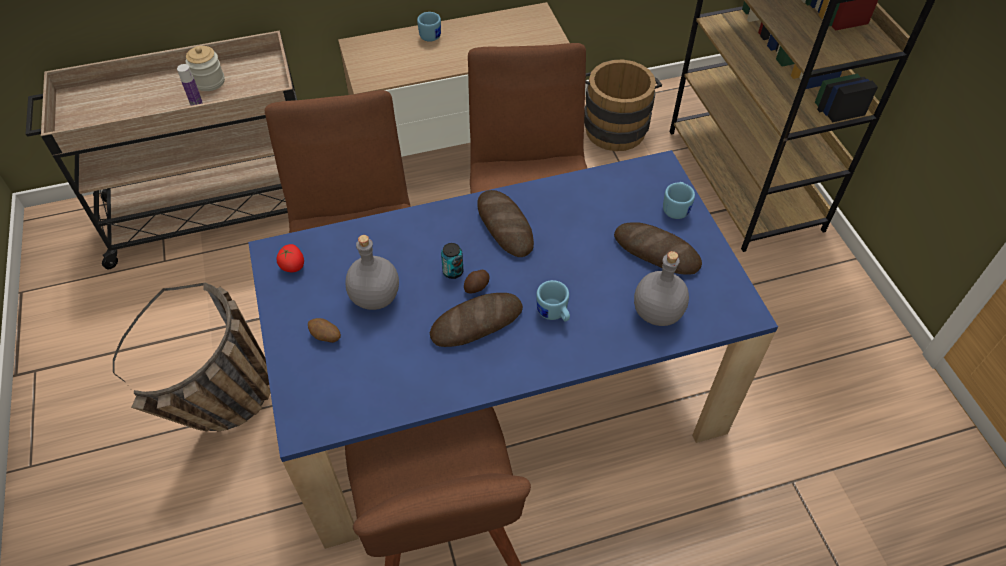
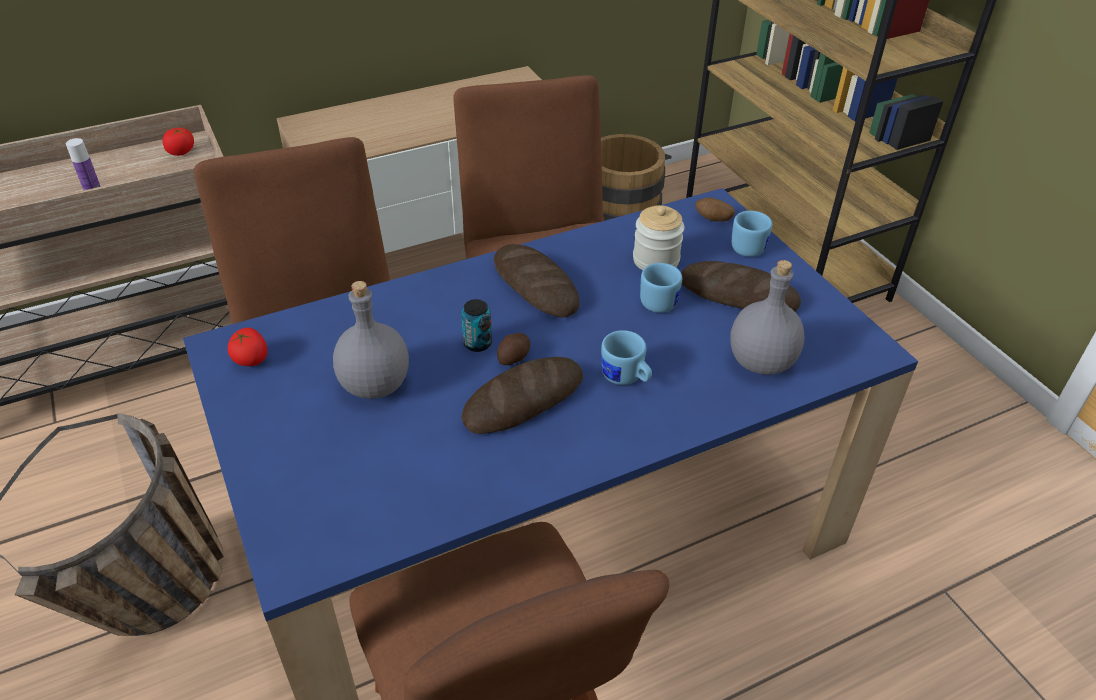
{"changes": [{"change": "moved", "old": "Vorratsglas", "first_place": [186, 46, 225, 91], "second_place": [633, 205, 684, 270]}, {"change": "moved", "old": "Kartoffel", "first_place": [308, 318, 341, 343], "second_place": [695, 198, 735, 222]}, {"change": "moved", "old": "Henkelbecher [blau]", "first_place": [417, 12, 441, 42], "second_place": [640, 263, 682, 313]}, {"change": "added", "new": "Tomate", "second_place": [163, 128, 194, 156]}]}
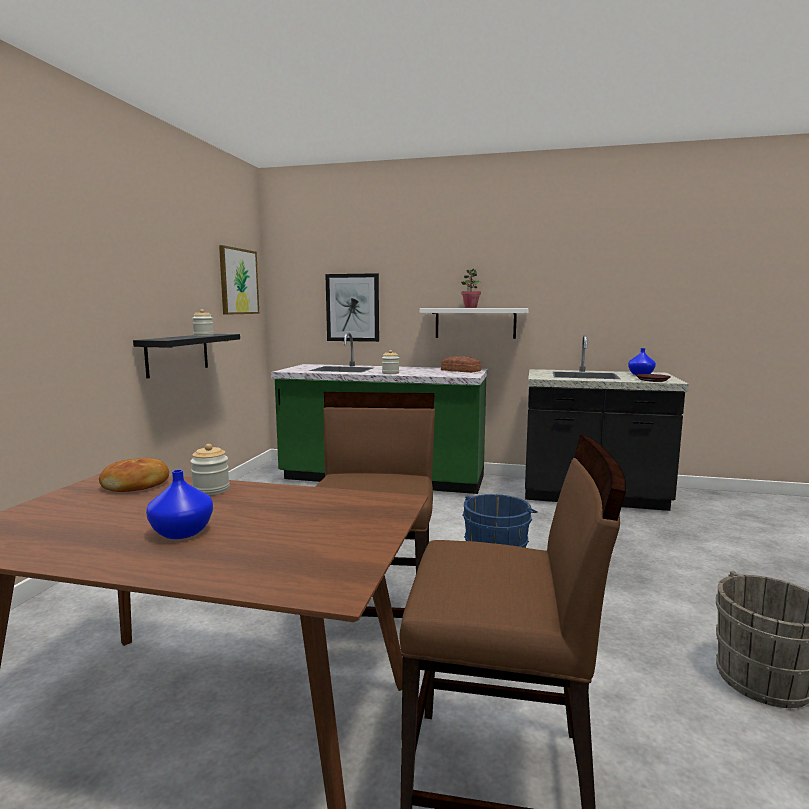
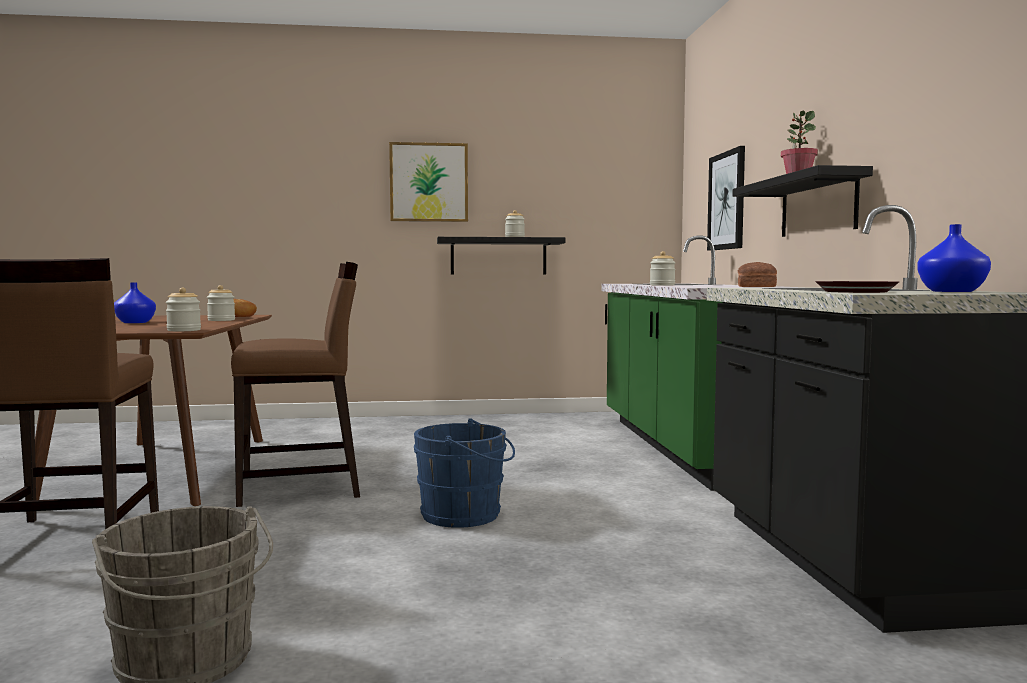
{"changes": [{"change": "moved", "old": "Bild", "first_place": [219, 245, 259, 315], "second_place": [389, 142, 468, 222]}, {"change": "recoloured", "old": "Wandregal [weiß]", "new": "Wandregal [schwarz]", "first_place": [420, 308, 529, 339], "second_place": [733, 165, 873, 237]}, {"change": "added", "new": "Vorratsglas", "second_place": [166, 288, 201, 331]}]}
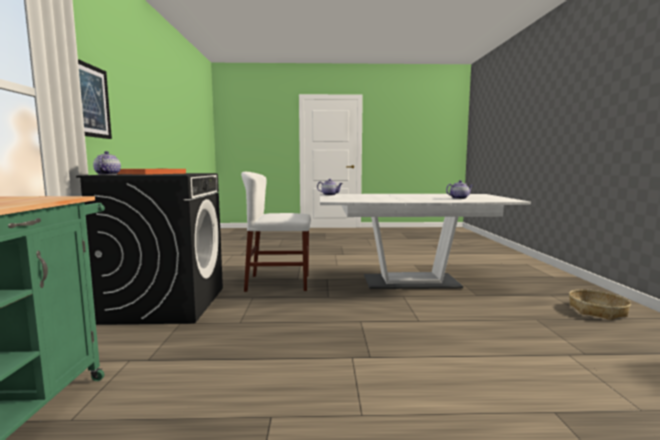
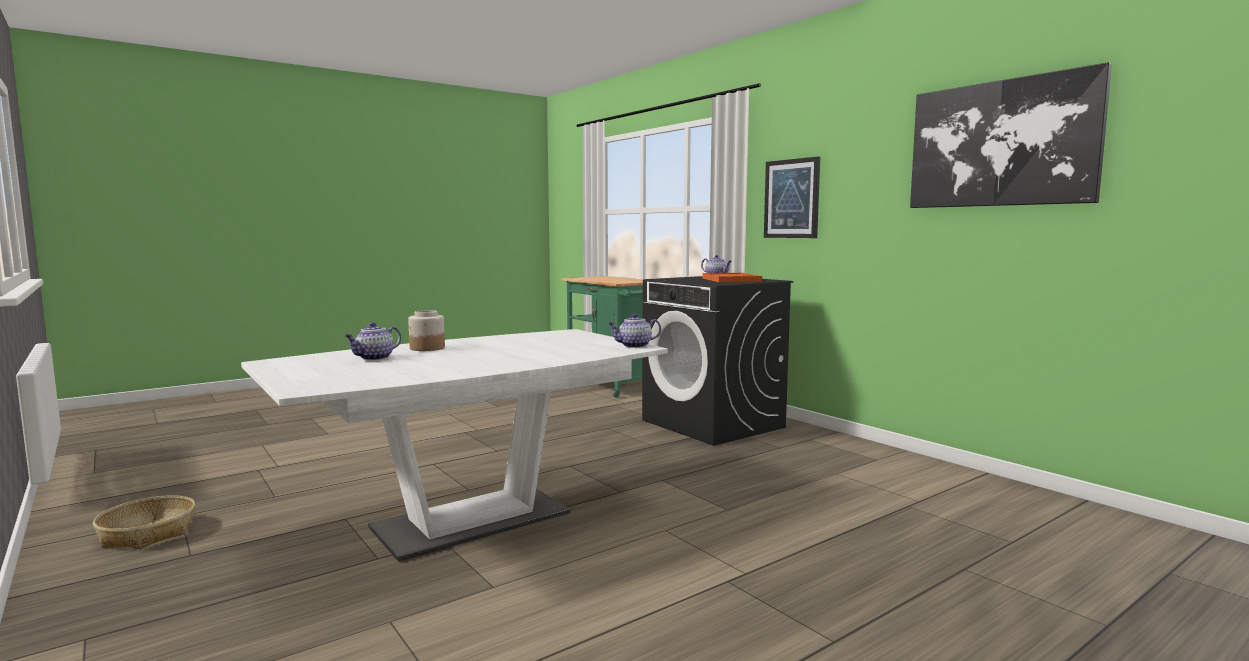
{"changes": [{"change": "removed", "old": "Stuhl [weiß]", "first_place": [241, 172, 311, 292]}, {"change": "added", "new": "Vorratsglas", "second_place": [408, 310, 445, 351]}, {"change": "added", "new": "Bild", "second_place": [910, 62, 1112, 208]}]}
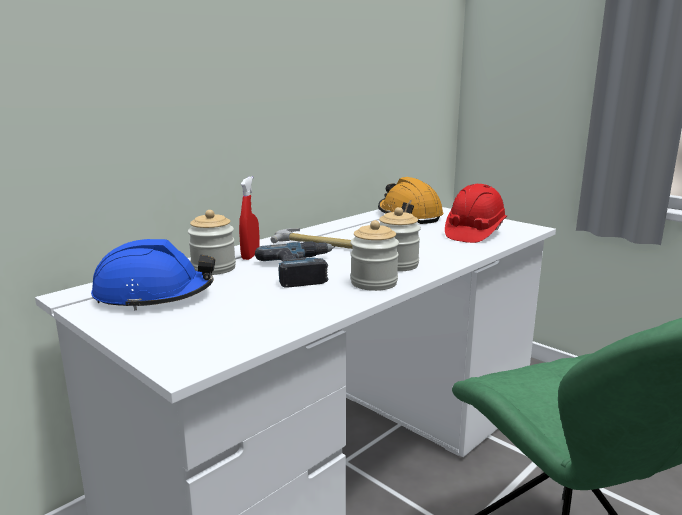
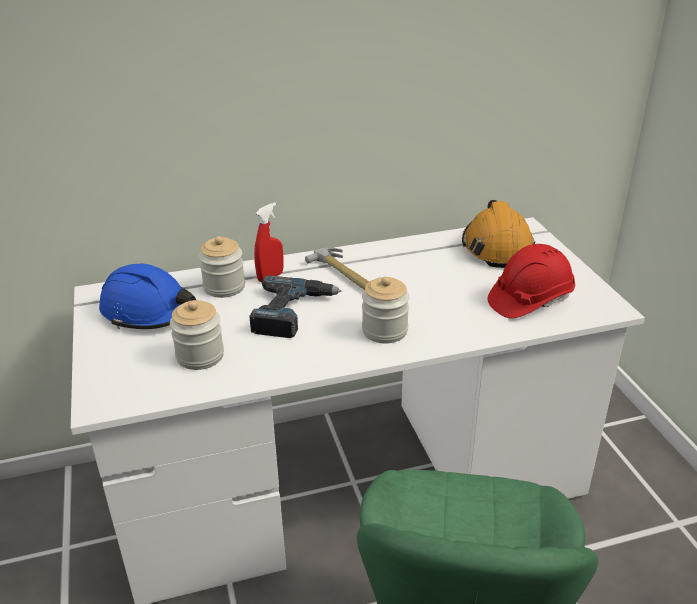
{"changes": [{"change": "moved", "old": "Vorratsglas", "first_place": [350, 220, 399, 291], "second_place": [170, 300, 224, 370]}]}
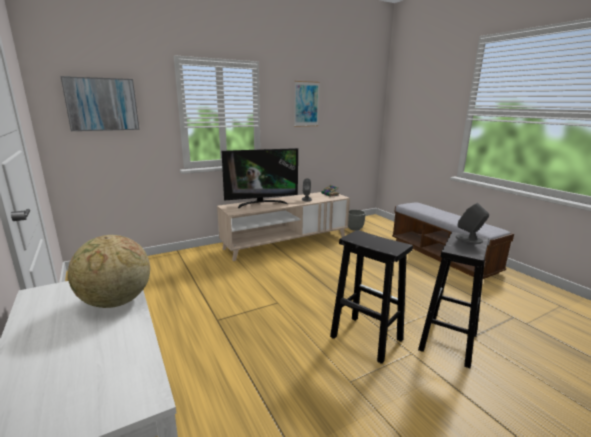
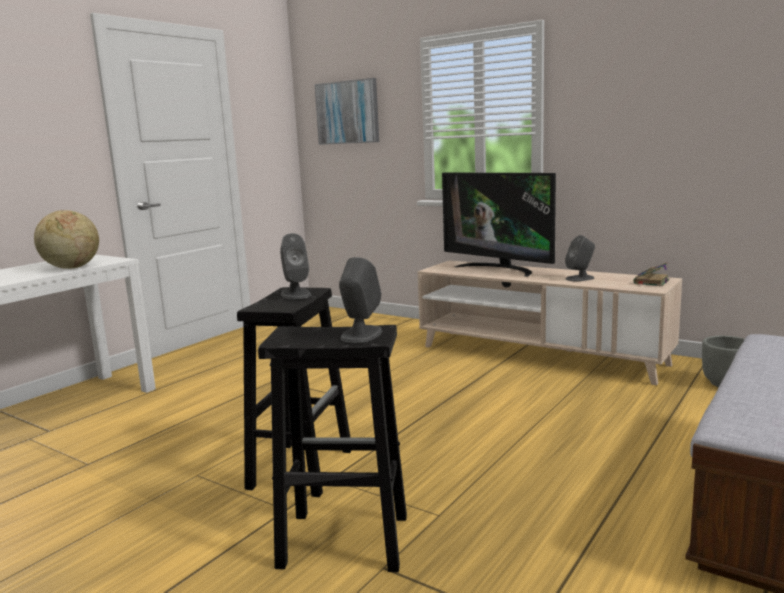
{"changes": [{"change": "removed", "old": "Bild", "first_place": [294, 81, 320, 127]}, {"change": "added", "new": "Lautsprecher [grau]", "second_place": [280, 233, 311, 299]}]}
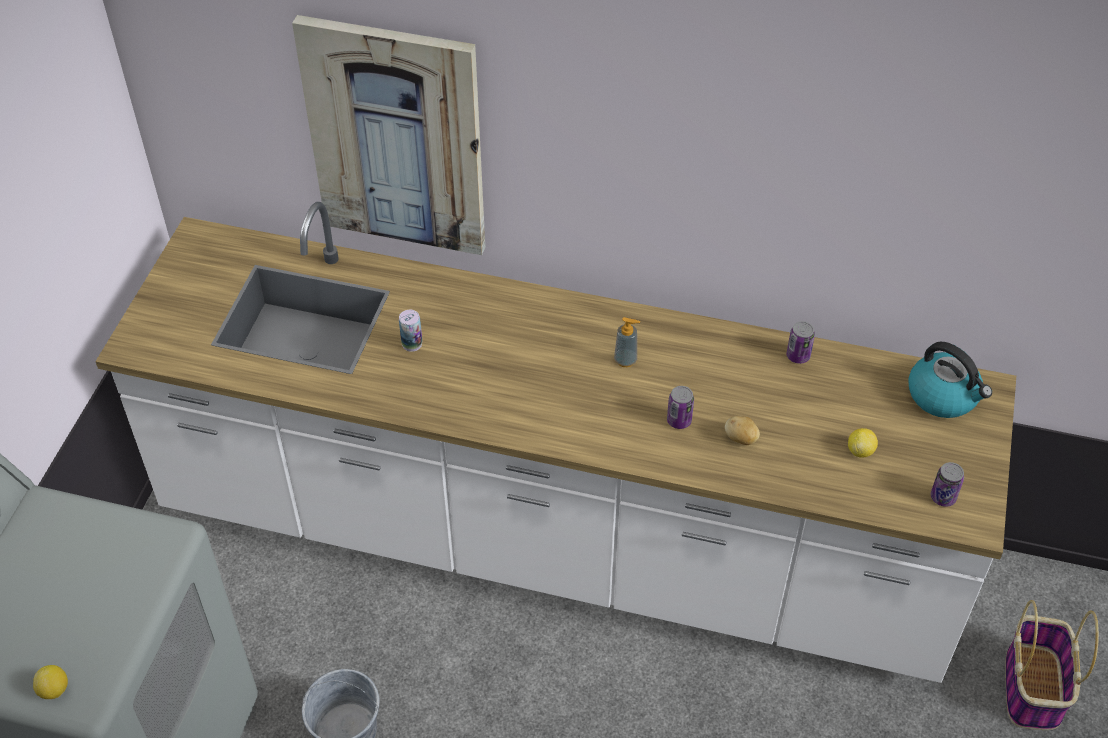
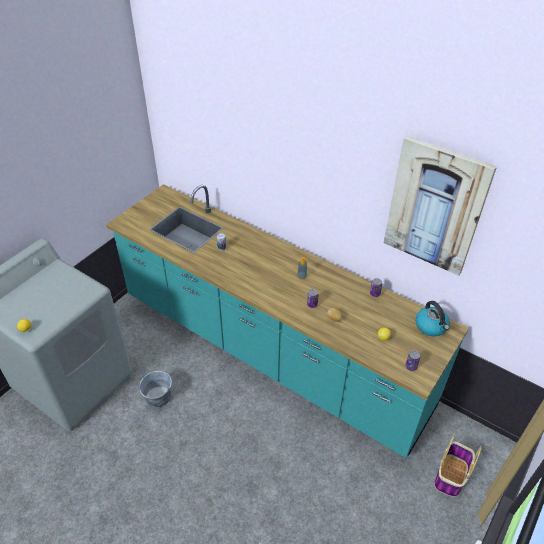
{"changes": [{"change": "recoloured", "old": "Küchenzeile [weiß]", "new": "Küchenzeile [türkis]", "first_place": [95, 202, 1016, 683], "second_place": [106, 184, 469, 458]}, {"change": "moved", "old": "Bild", "first_place": [292, 15, 485, 255], "second_place": [384, 135, 497, 276]}]}
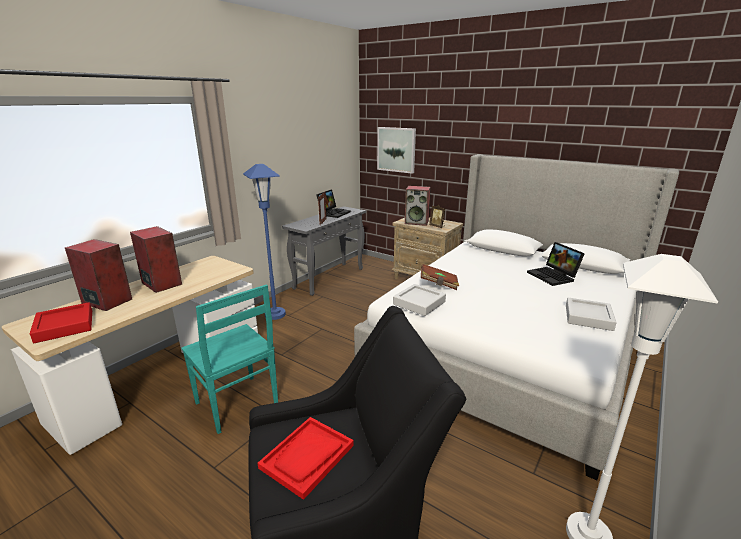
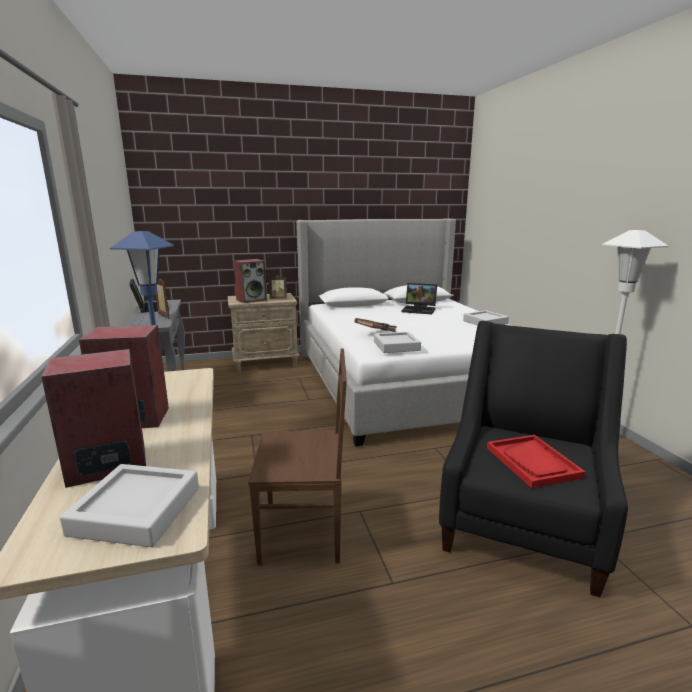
{"changes": [{"change": "recoloured", "old": "Tablett [rot]", "new": "Tablett [grau]", "first_place": [30, 302, 92, 343], "second_place": [60, 464, 199, 547]}, {"change": "recoloured", "old": "Stuhl [türkis]", "new": "Stuhl [braun]", "first_place": [182, 284, 278, 434], "second_place": [248, 349, 347, 565]}, {"change": "removed", "old": "Bild", "first_place": [377, 127, 416, 174]}]}
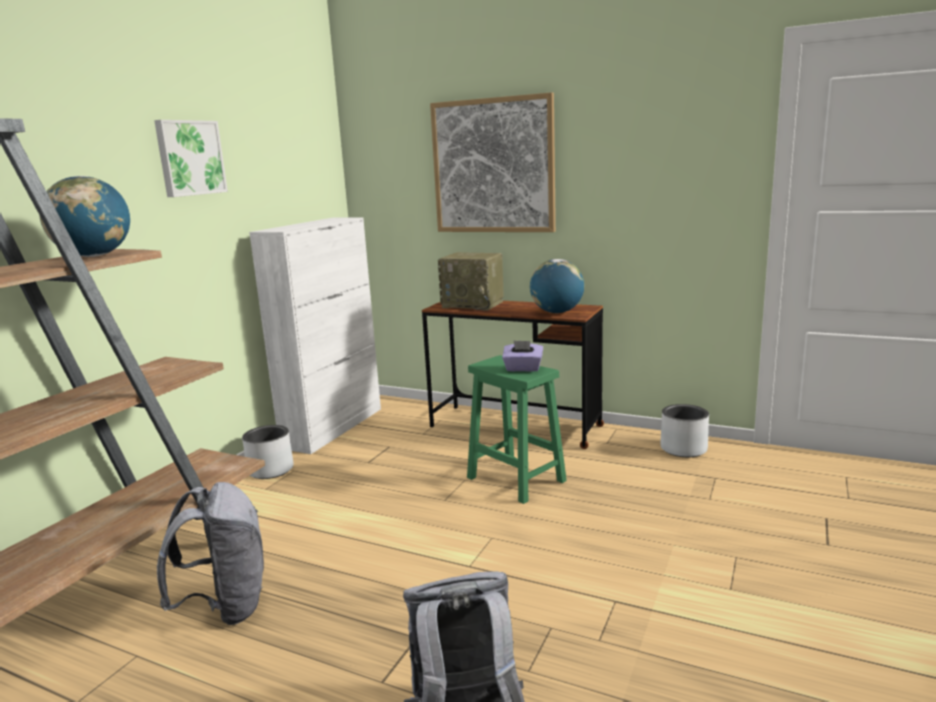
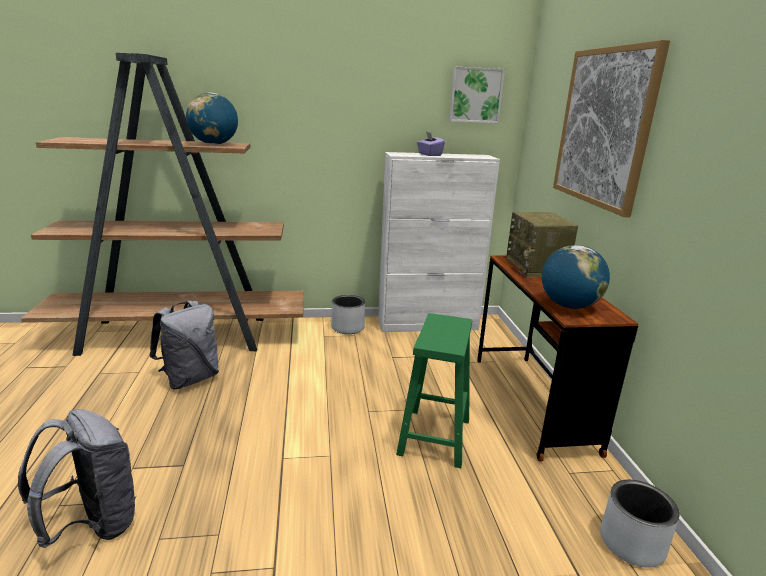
{"changes": [{"change": "moved", "old": "Bild", "first_place": [154, 120, 228, 197], "second_place": [449, 67, 505, 123]}, {"change": "moved", "old": "Taschentuchbox [lila]", "first_place": [502, 340, 543, 372], "second_place": [417, 132, 445, 156]}]}
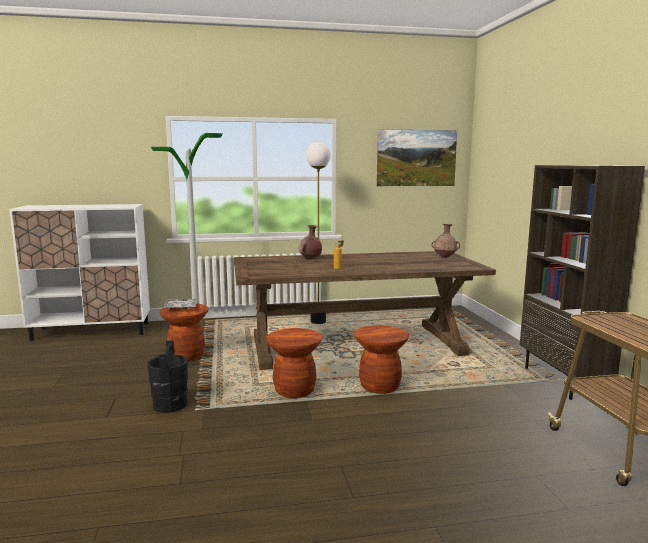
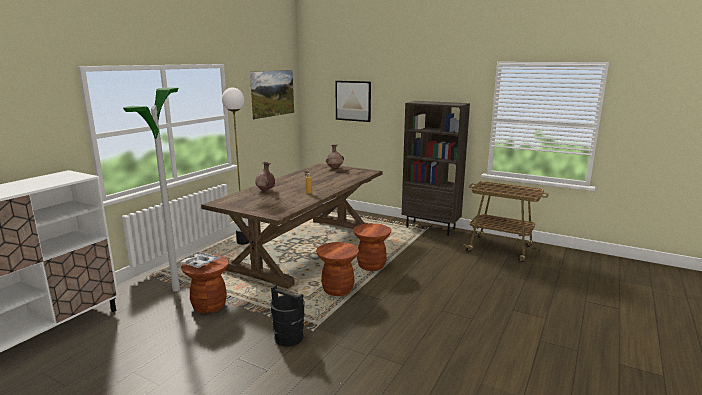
{"changes": [{"change": "added", "new": "Bild", "second_place": [335, 81, 371, 122]}]}
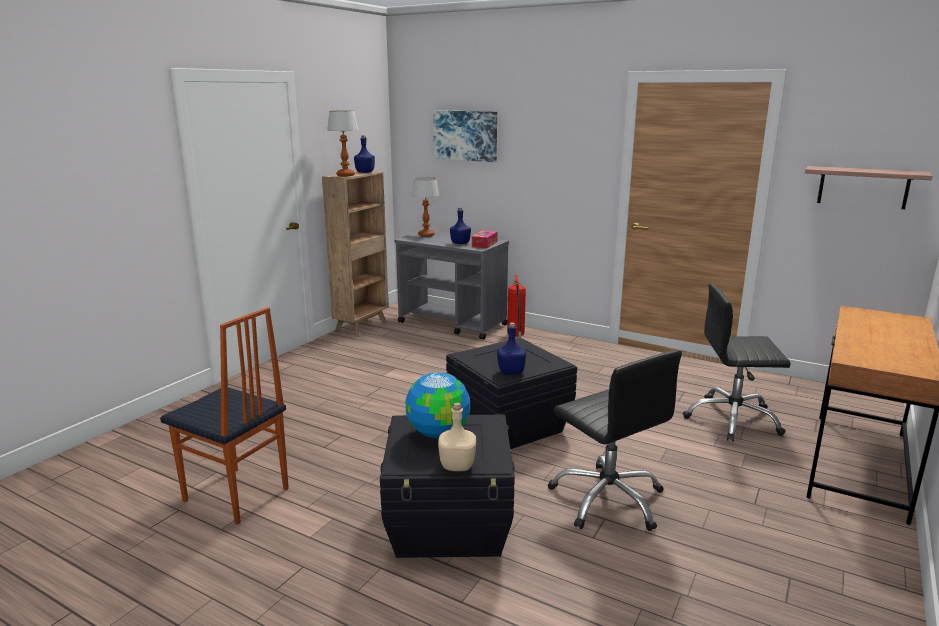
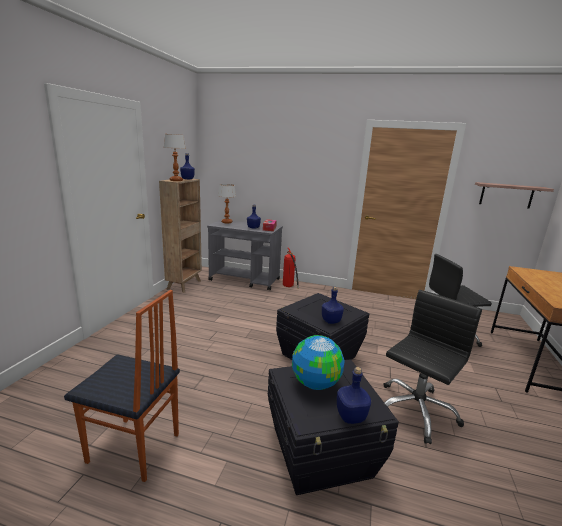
{"changes": [{"change": "removed", "old": "Bild", "first_place": [433, 110, 497, 162]}, {"change": "recoloured", "old": "Flasche [beige]", "new": "Flasche [blau]", "first_place": [438, 402, 476, 471], "second_place": [337, 367, 371, 424]}, {"change": "turned", "old": "Bürostuhl [schwarz]", "first_place": [548, 350, 682, 531], "second_place": [383, 290, 482, 444], "degrees": -90}]}
